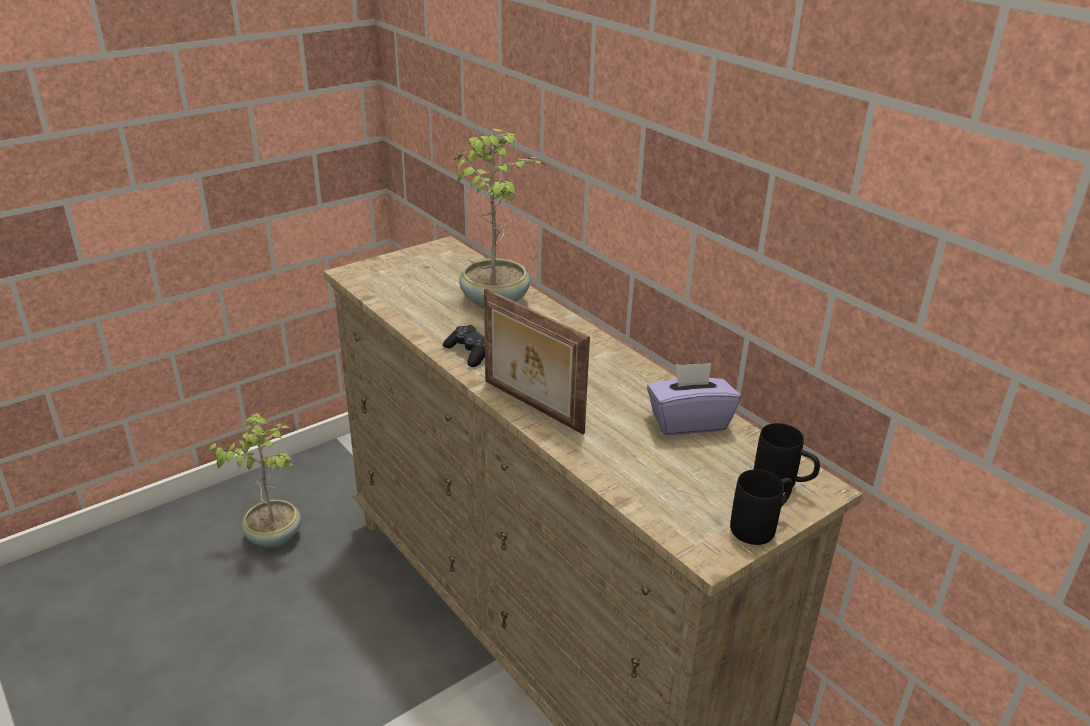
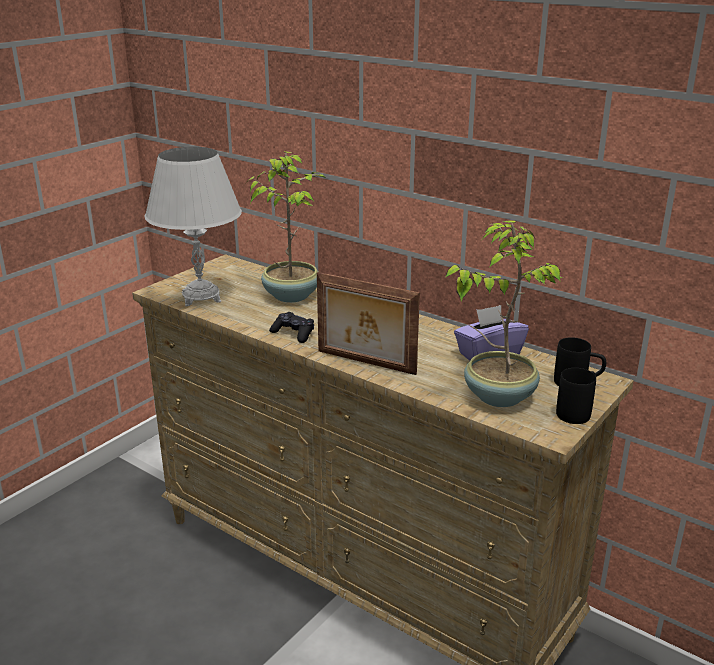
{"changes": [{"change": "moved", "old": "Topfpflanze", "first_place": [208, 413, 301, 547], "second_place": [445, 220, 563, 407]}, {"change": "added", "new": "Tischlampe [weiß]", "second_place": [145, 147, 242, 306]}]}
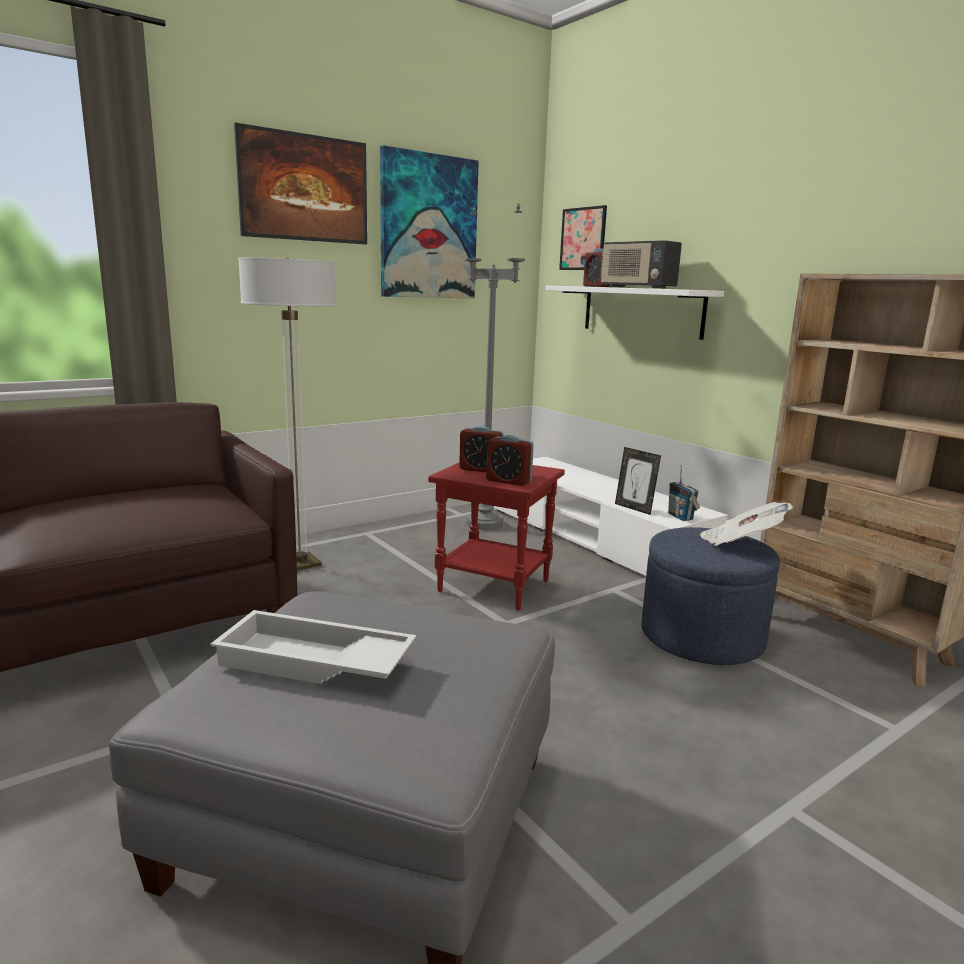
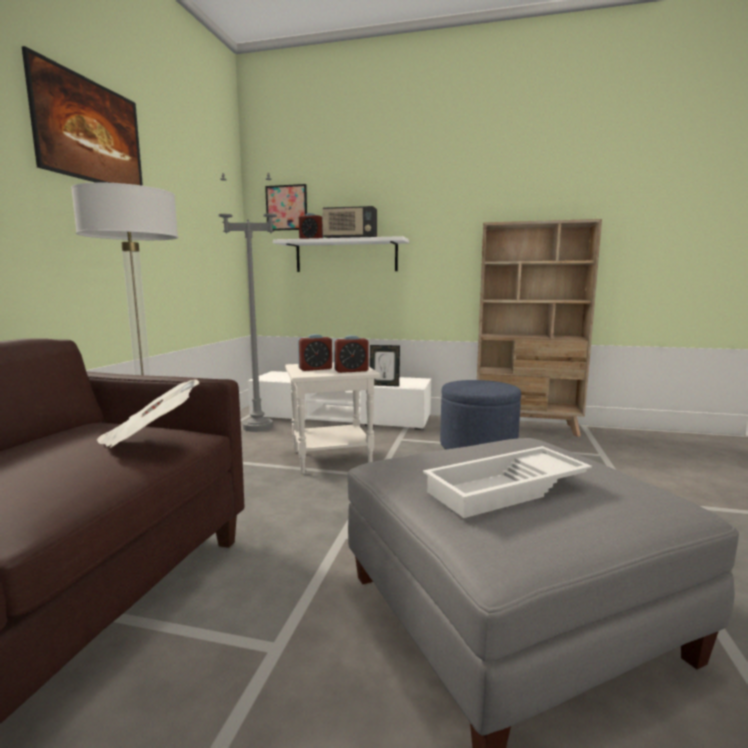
{"changes": [{"change": "removed", "old": "Bild", "first_place": [380, 145, 479, 298]}, {"change": "recoloured", "old": "Beistelltisch [rot]", "new": "Beistelltisch [weiß]", "first_place": [428, 463, 565, 611], "second_place": [285, 362, 380, 474]}, {"change": "removed", "old": "Radio", "first_place": [668, 465, 700, 521]}, {"change": "moved", "old": "Zeitung", "first_place": [700, 502, 793, 546], "second_place": [97, 379, 199, 448]}]}
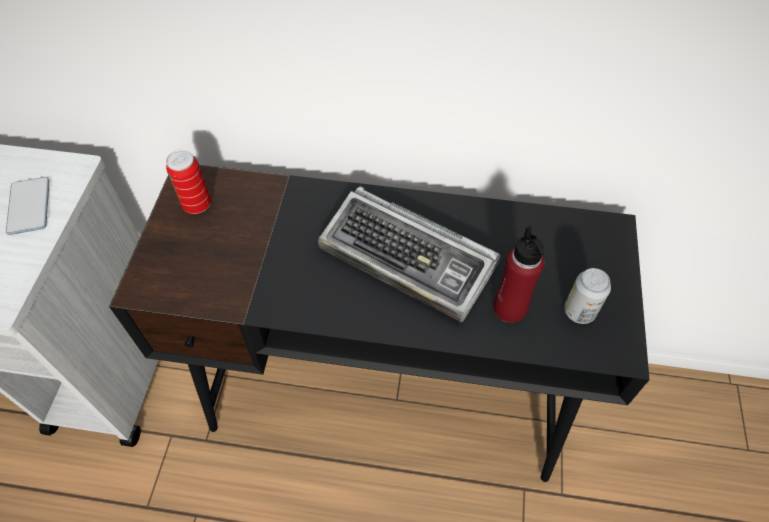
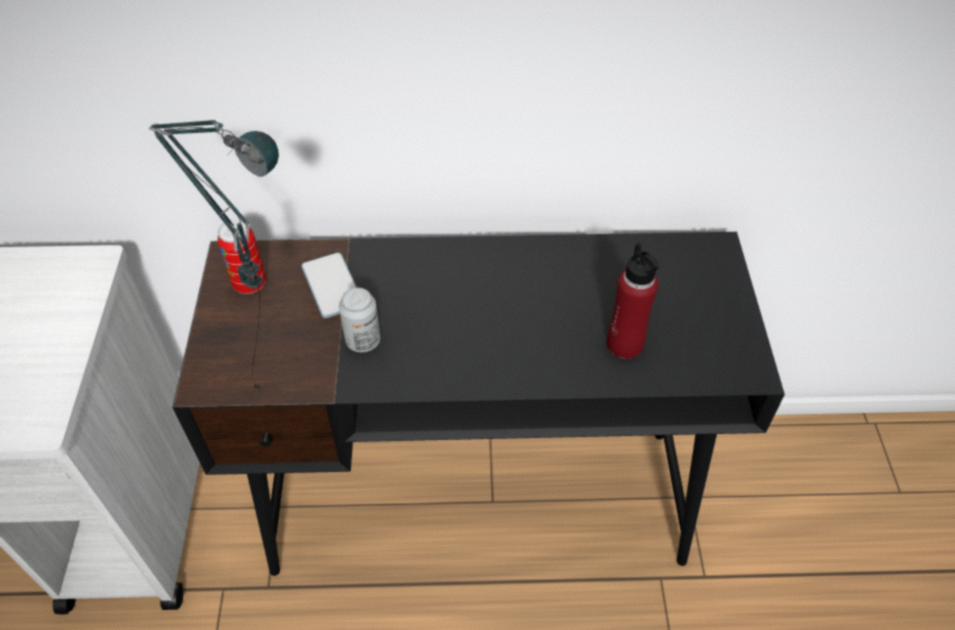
{"changes": [{"change": "moved", "old": "Handy", "first_place": [6, 177, 50, 235], "second_place": [301, 252, 357, 319]}, {"change": "removed", "old": "Tastatur", "first_place": [318, 186, 501, 322]}, {"change": "moved", "old": "Dose", "first_place": [564, 268, 611, 324], "second_place": [339, 288, 381, 352]}, {"change": "added", "new": "Tischlampe", "second_place": [149, 120, 279, 389]}]}
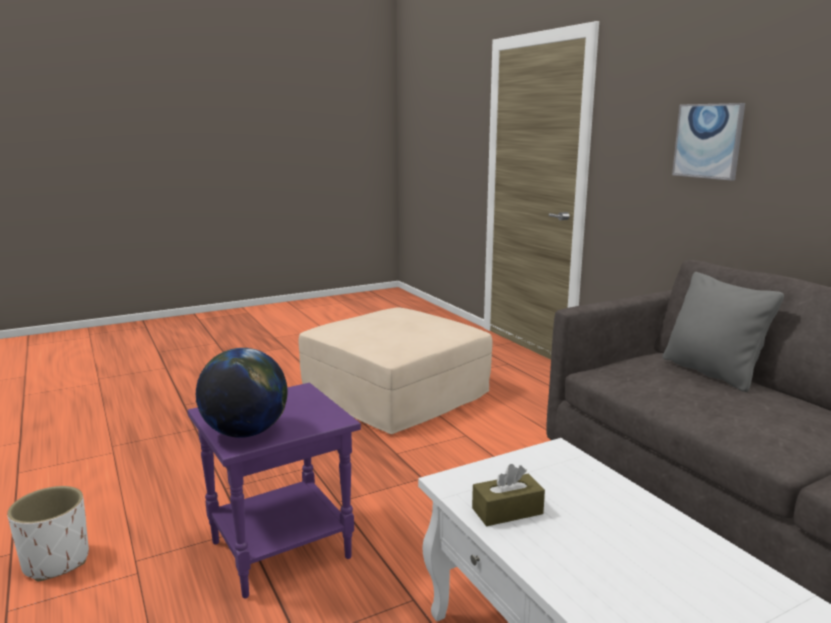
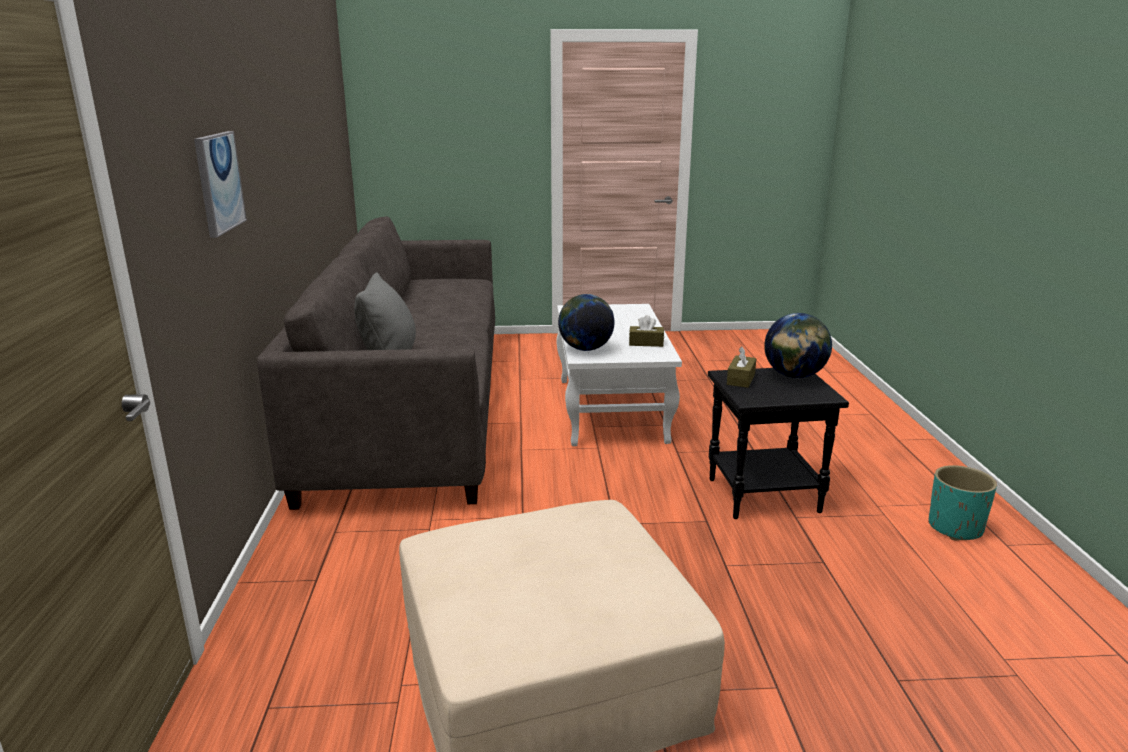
{"changes": [{"change": "recoloured", "old": "Pflanzkübel [weiß]", "new": "Pflanzkübel [türkis]", "first_place": [7, 486, 89, 581], "second_place": [929, 465, 997, 540]}, {"change": "recoloured", "old": "Beistelltisch [lila]", "new": "Beistelltisch [schwarz]", "first_place": [187, 383, 361, 598], "second_place": [708, 368, 849, 519]}, {"change": "added", "new": "Globus", "second_place": [558, 294, 615, 351]}, {"change": "added", "new": "Taschentuchbox [braun]", "second_place": [727, 347, 757, 388]}]}
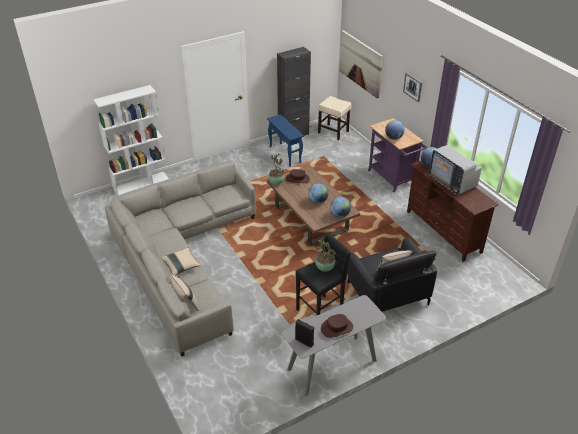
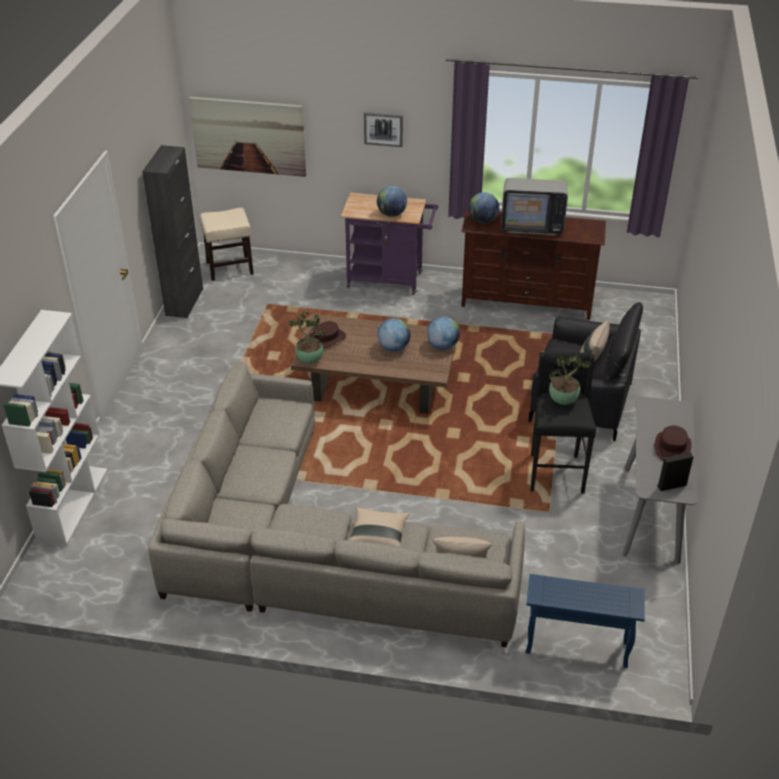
{"changes": [{"change": "moved", "old": "Beistelltisch [blau]", "first_place": [267, 114, 304, 167], "second_place": [526, 574, 645, 668]}]}
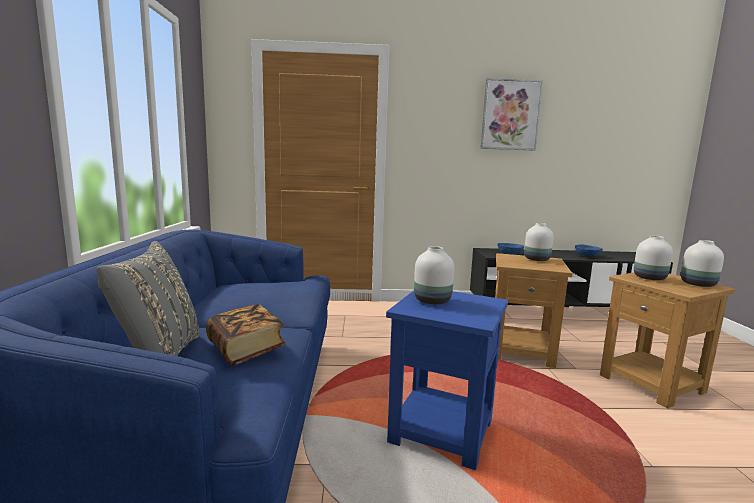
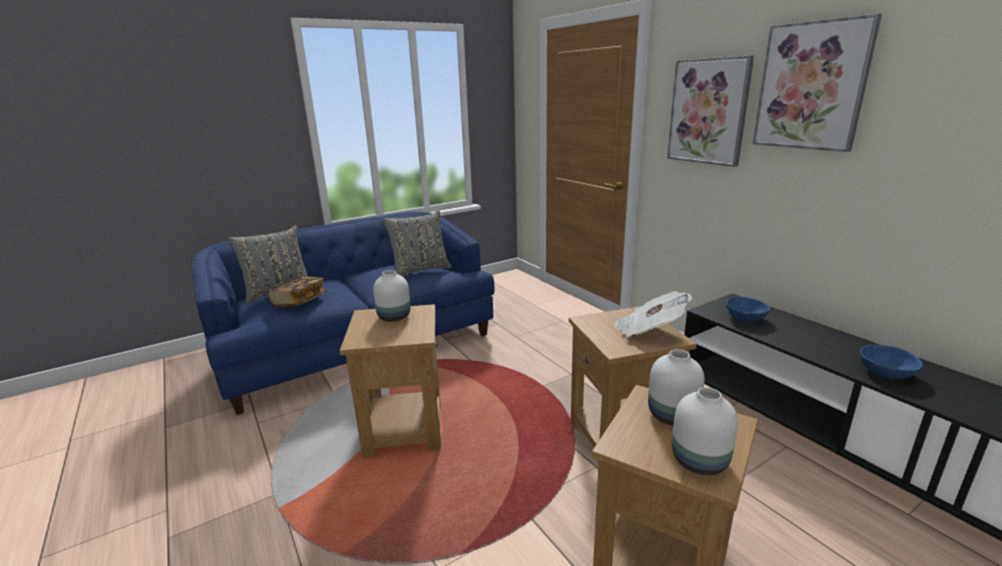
{"changes": [{"change": "recoloured", "old": "Beistelltisch [blau]", "new": "Beistelltisch [braun]", "first_place": [386, 291, 508, 470], "second_place": [340, 304, 441, 457]}, {"change": "replaced", "old": "Vase [weiß]", "new": "Zeitung", "first_place": [524, 223, 554, 261], "second_place": [614, 291, 692, 337]}, {"change": "added", "new": "Kissen [grau]", "second_place": [382, 210, 452, 277]}, {"change": "added", "new": "Bild", "second_place": [667, 56, 754, 167]}]}
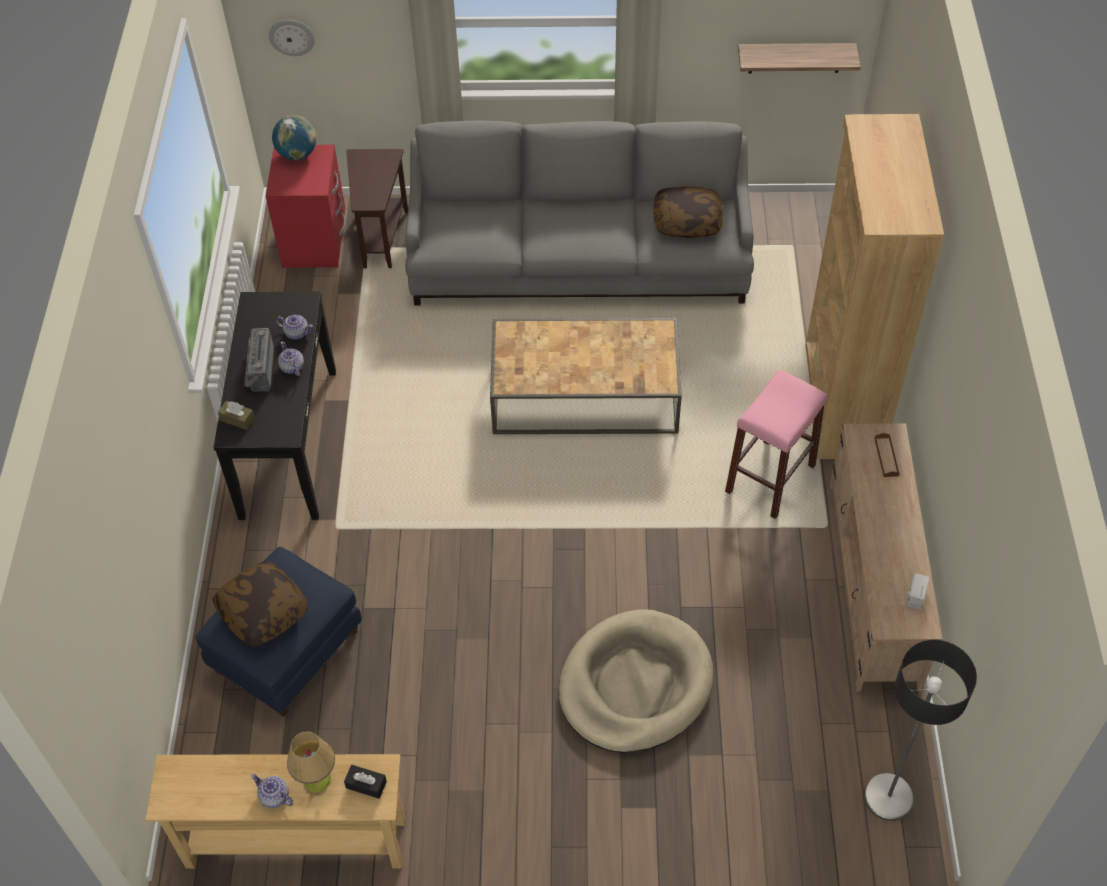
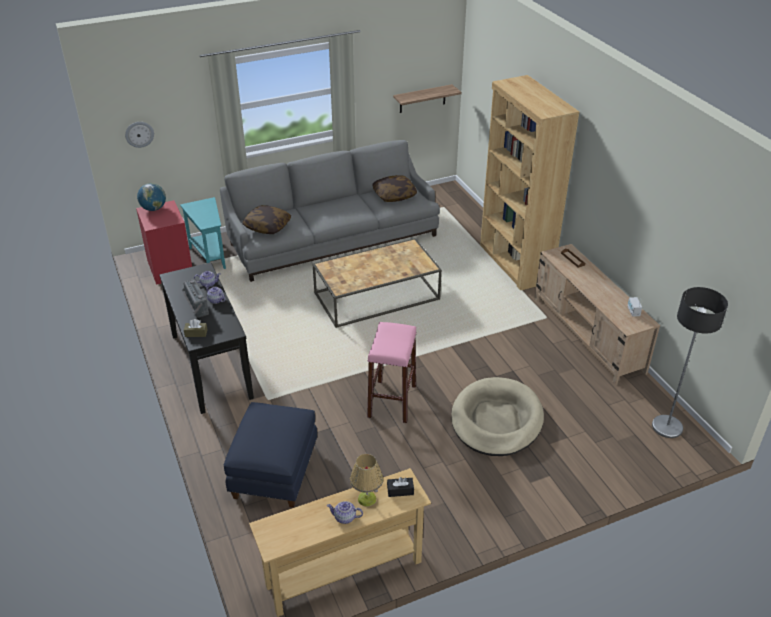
{"changes": [{"change": "moved", "old": "Kissen", "first_place": [212, 561, 308, 647], "second_place": [242, 205, 291, 234]}, {"change": "recoloured", "old": "Beistelltisch [braun]", "new": "Beistelltisch [türkis]", "first_place": [346, 149, 408, 269], "second_place": [180, 197, 226, 269]}, {"change": "moved", "old": "Hocker [rosa]", "first_place": [725, 369, 827, 519], "second_place": [367, 322, 416, 423]}]}
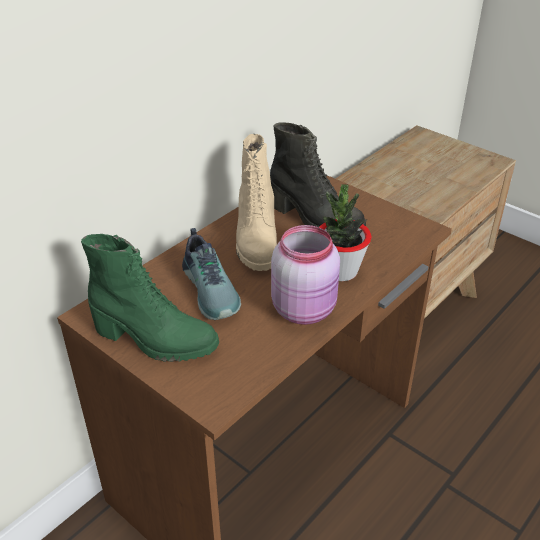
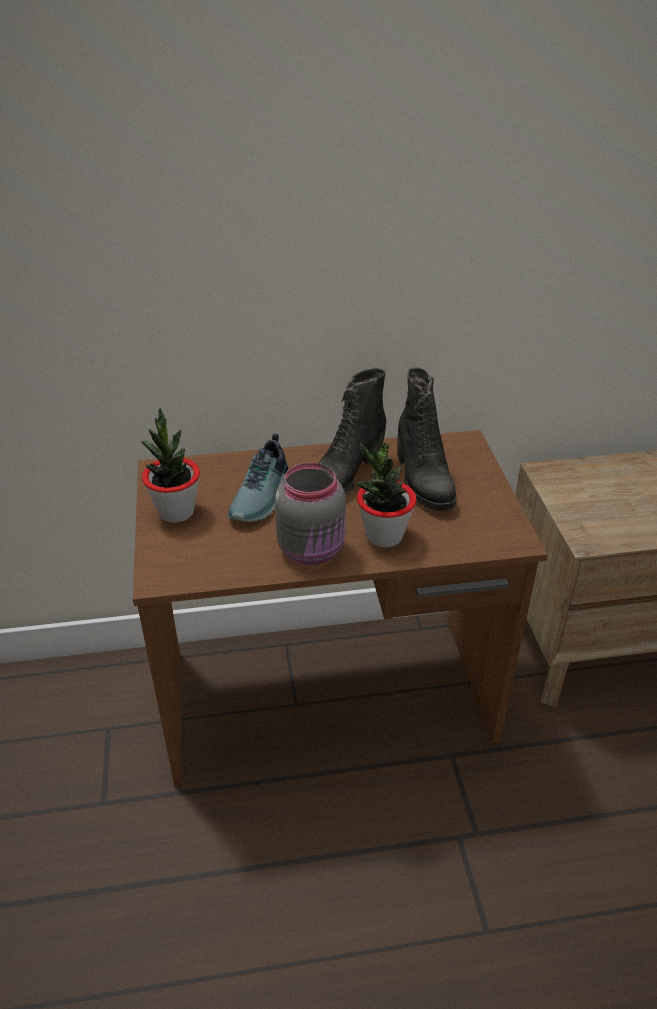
{"changes": [{"change": "replaced", "old": "Stiefel [grün]", "new": "Topfpflanze", "first_place": [81, 234, 219, 362], "second_place": [141, 407, 200, 523]}, {"change": "recoloured", "old": "Stiefel [beige]", "new": "Stiefel [schwarz]", "first_place": [236, 134, 277, 271], "second_place": [319, 368, 386, 495]}, {"change": "recoloured", "old": "Vorratsglas [rosa]", "new": "Vorratsglas [grau]", "first_place": [271, 225, 340, 325], "second_place": [275, 462, 346, 565]}]}
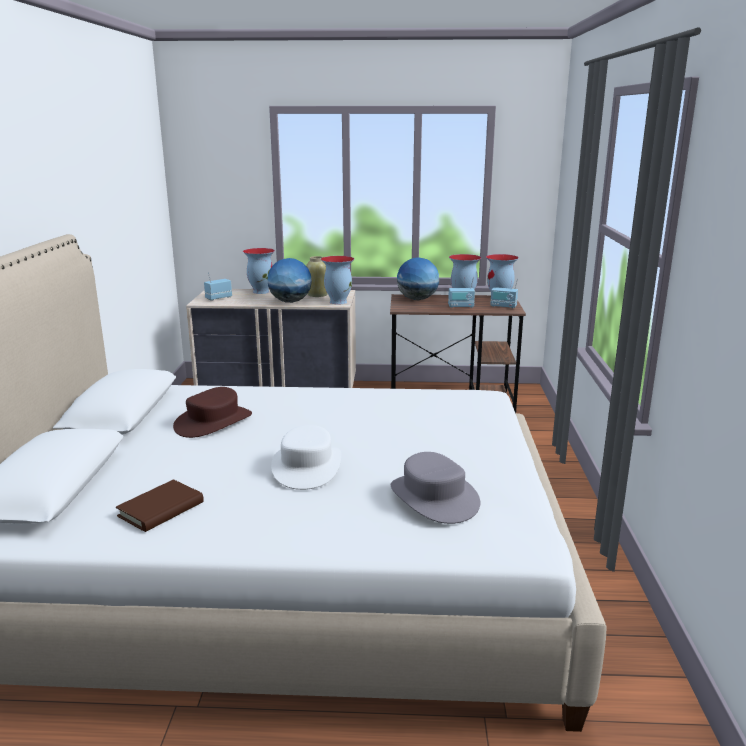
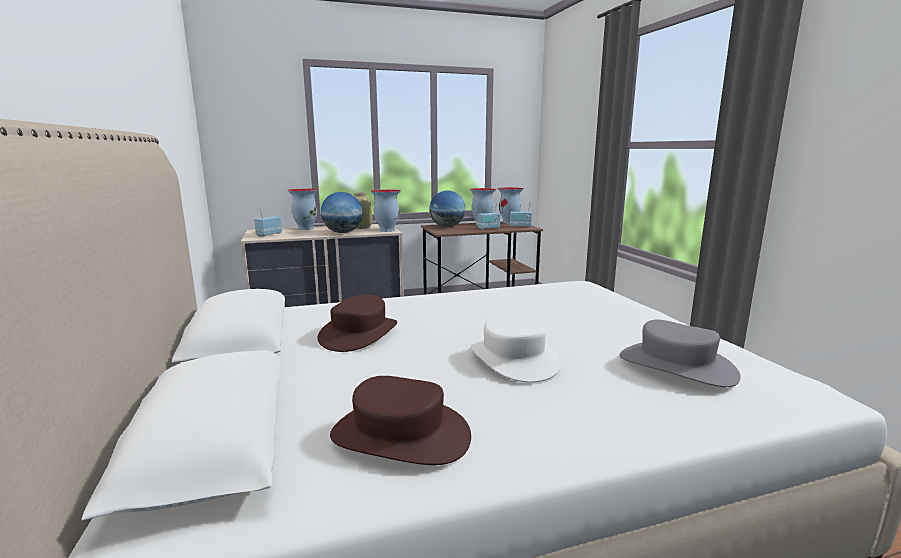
{"changes": [{"change": "replaced", "old": "Buch [braun]", "new": "Hut [braun]", "first_place": [116, 479, 204, 532], "second_place": [330, 376, 471, 465]}]}
